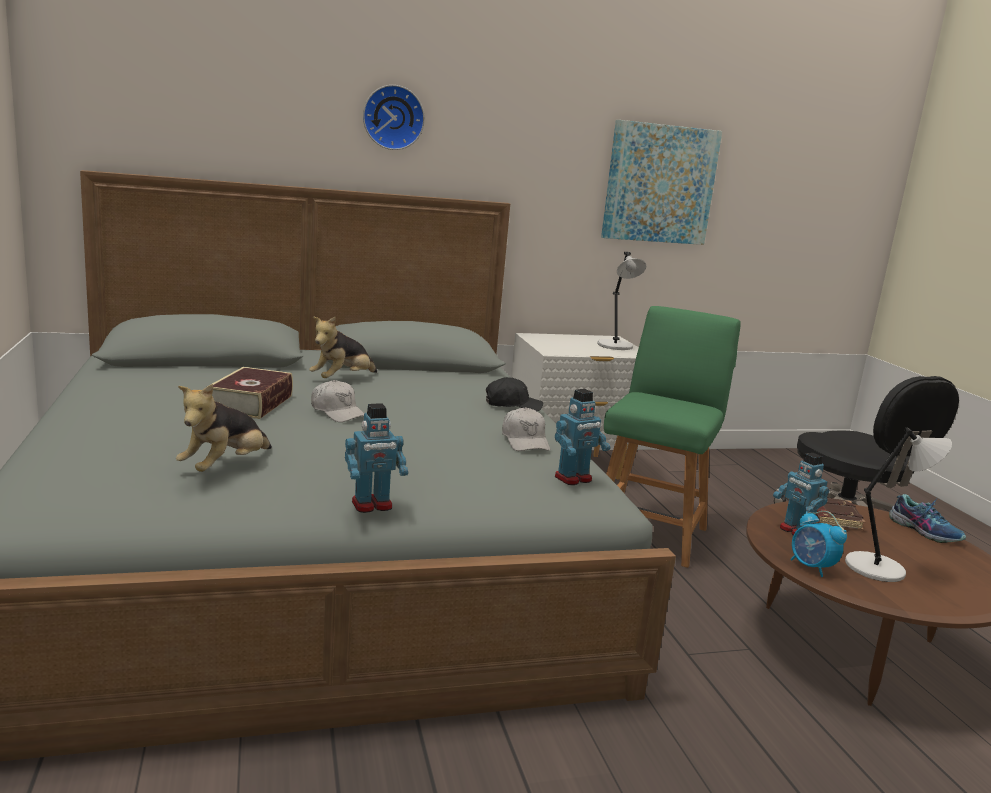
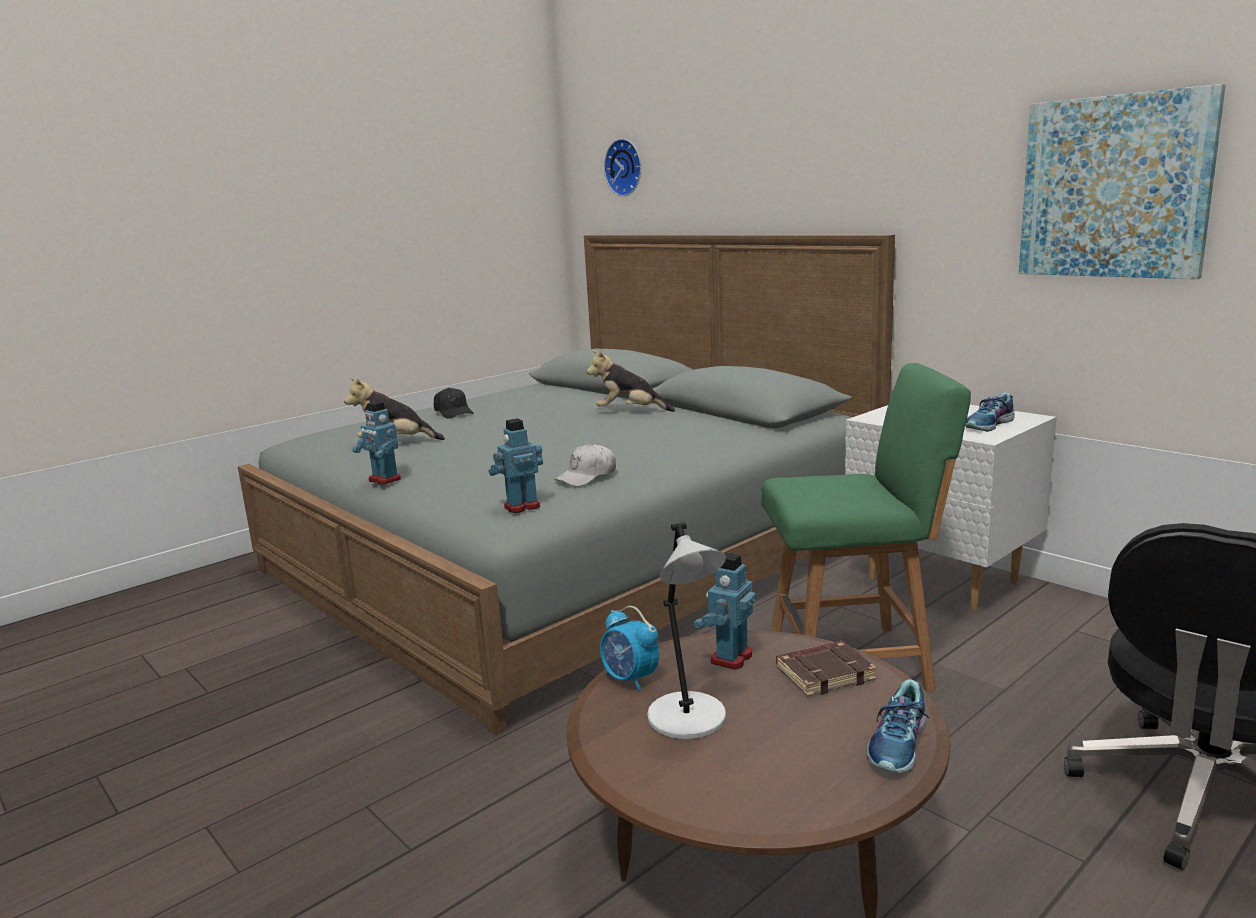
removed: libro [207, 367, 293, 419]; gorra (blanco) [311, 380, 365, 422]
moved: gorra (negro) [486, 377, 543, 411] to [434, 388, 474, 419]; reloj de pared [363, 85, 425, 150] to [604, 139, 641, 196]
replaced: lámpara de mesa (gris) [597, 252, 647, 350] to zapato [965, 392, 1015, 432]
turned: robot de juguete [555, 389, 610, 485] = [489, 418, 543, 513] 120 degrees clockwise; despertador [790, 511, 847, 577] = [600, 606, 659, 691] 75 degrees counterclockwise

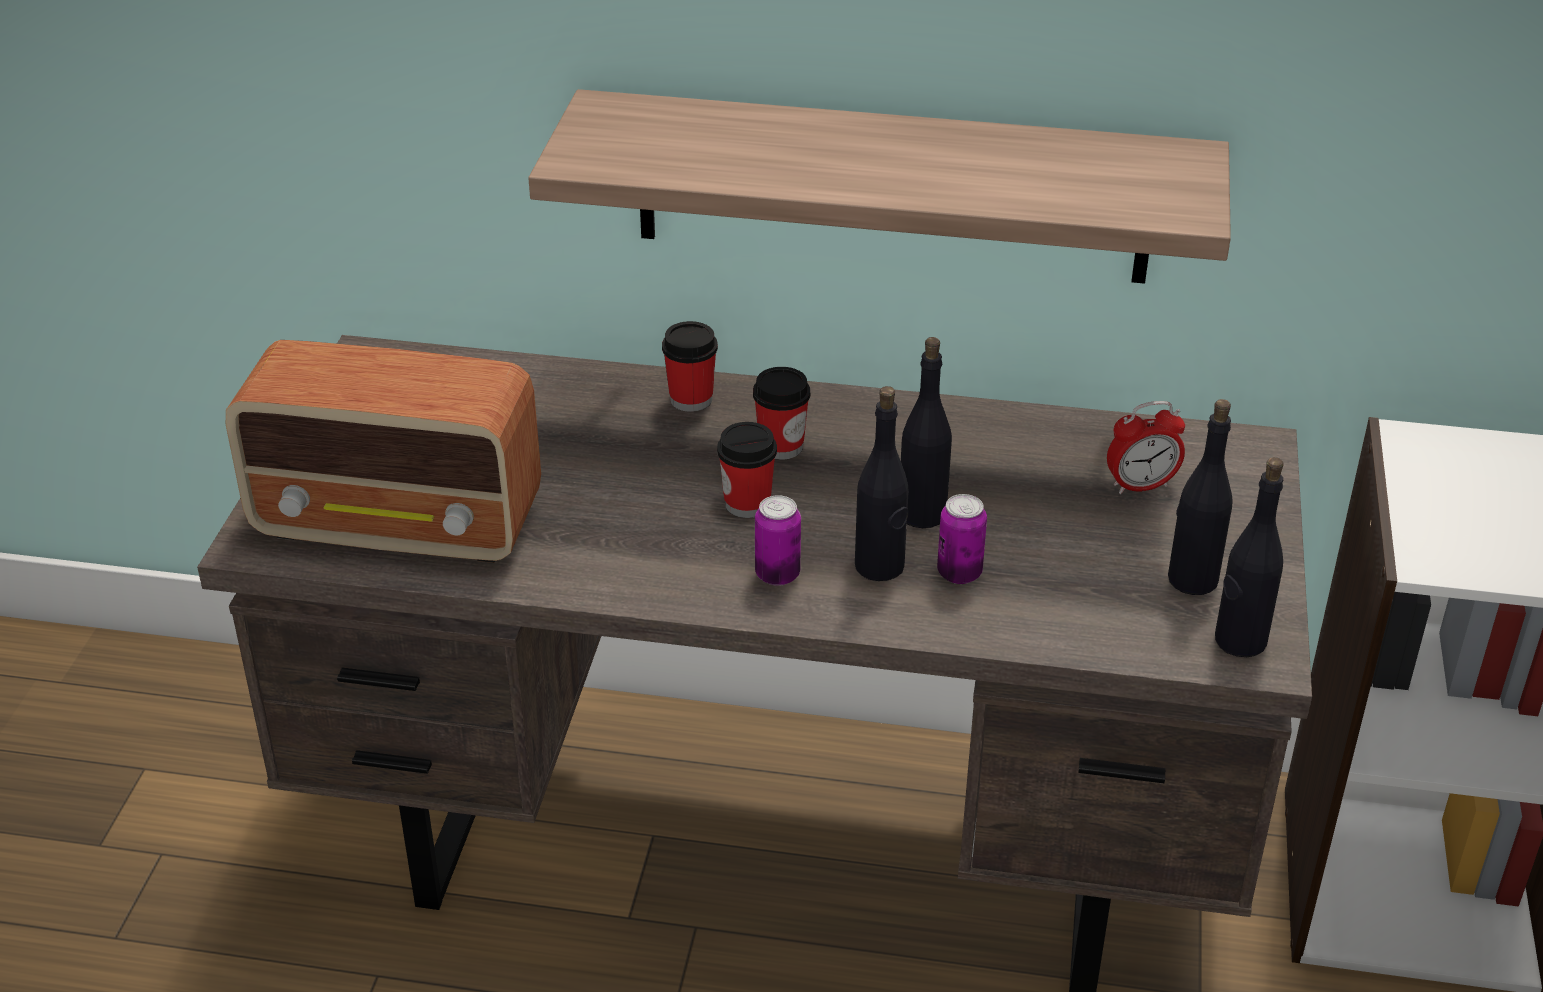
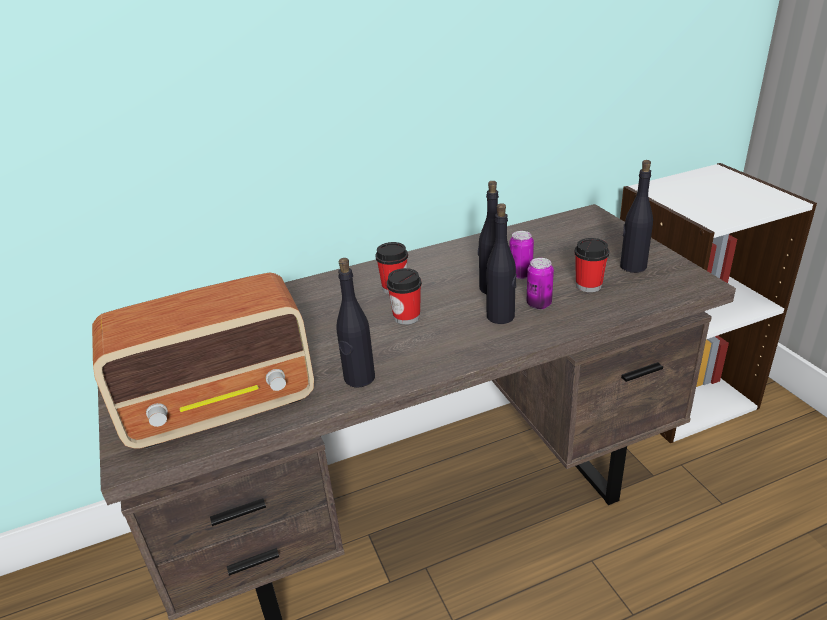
removed: estante [528, 89, 1231, 284]; despertador [1107, 401, 1185, 494]
moved: botella (negro) [1215, 457, 1284, 657] to [336, 258, 375, 388]; lata [755, 495, 801, 586] to [509, 231, 534, 279]; taza [662, 321, 718, 412] to [574, 238, 609, 292]

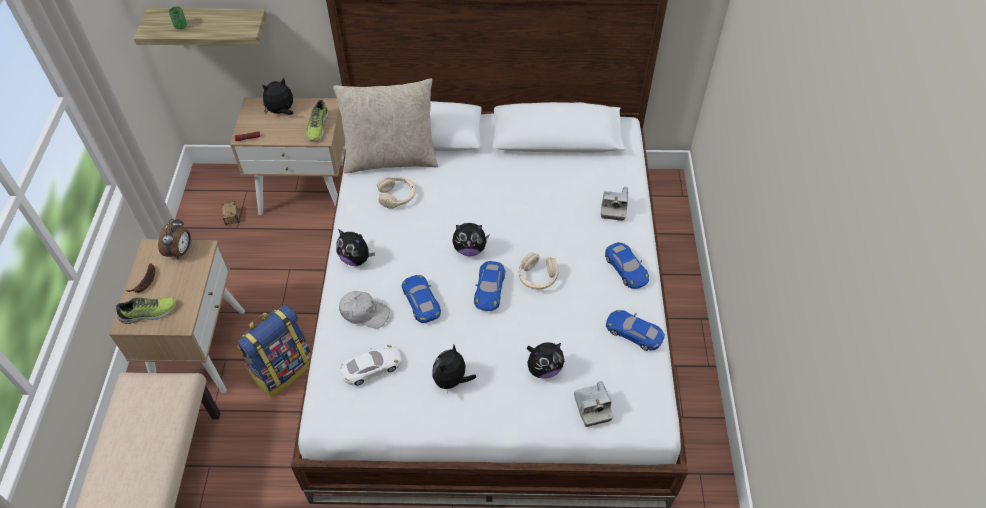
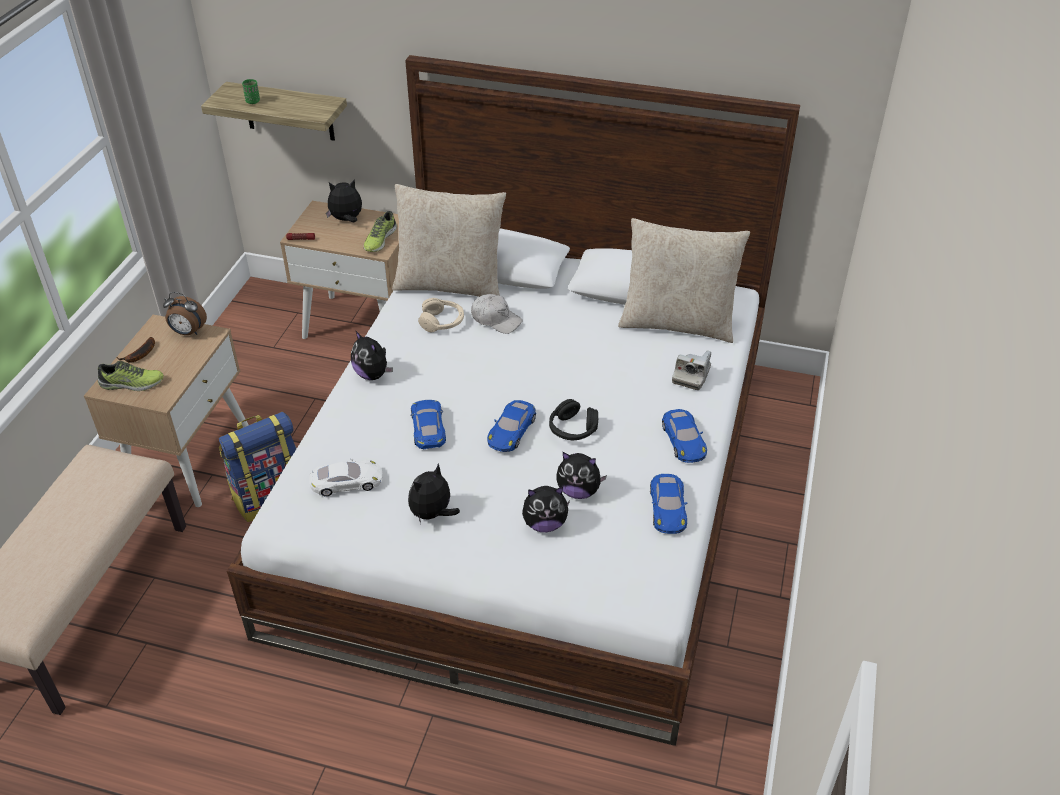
removed: caja de almacenaje [221, 201, 240, 225]; cámara [574, 381, 613, 427]
added: cojín (beis) [618, 218, 750, 343]
moved: gorra (blanco) [339, 291, 390, 328] to [471, 294, 523, 334]; peluche [452, 223, 489, 256] to [556, 452, 607, 499]
recoloured: auriculares (beis) [519, 252, 559, 290] to auriculares (negro) [549, 399, 599, 440]
turned: despertador [158, 218, 191, 259] = [163, 292, 207, 335] 75 degrees clockwise; coche de juguete (azul) [606, 310, 665, 351] = [650, 474, 687, 534] 135 degrees counterclockwise

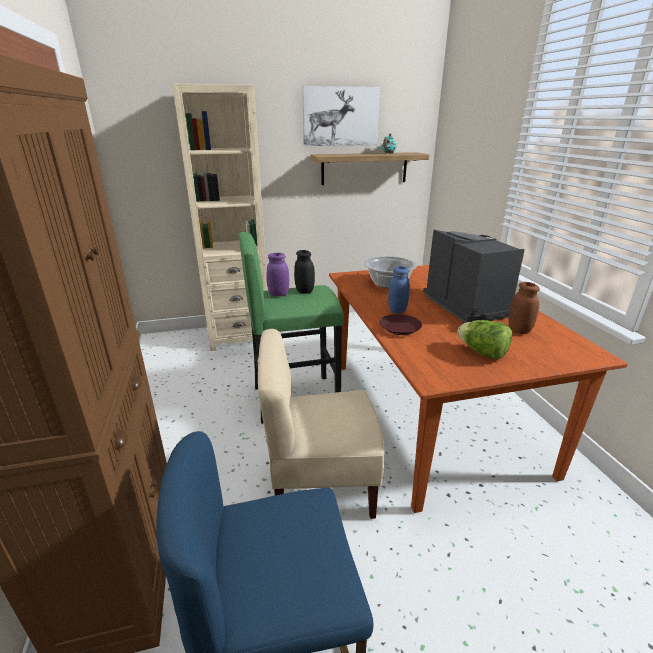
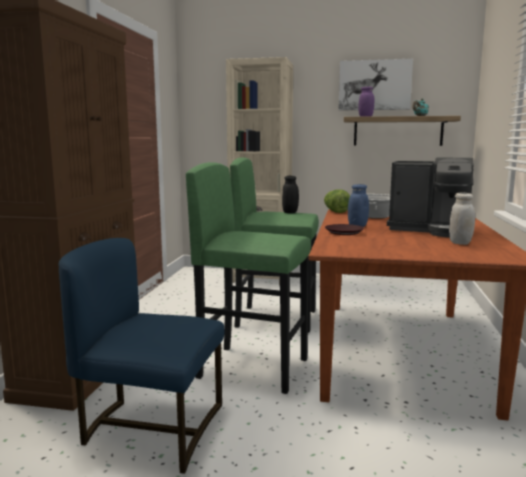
moved: lechuga [457, 320, 512, 360] to [324, 189, 350, 213]; tarro (morado) [266, 253, 289, 297] to [358, 87, 374, 117]
replaced: silla (beis) [257, 329, 384, 519] to taburete (verde) [186, 162, 311, 394]
recoloured: tarro (marrón) [508, 282, 540, 334] to tarro (blanco) [449, 193, 475, 245]
turned: cafetera [423, 230, 525, 323] = [387, 157, 474, 238] 105 degrees clockwise

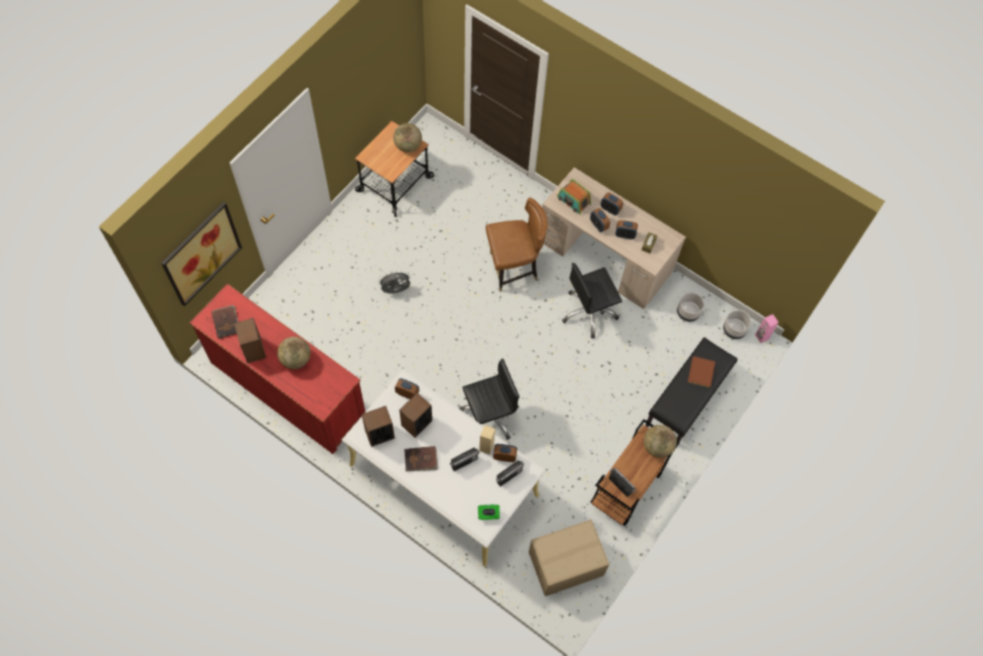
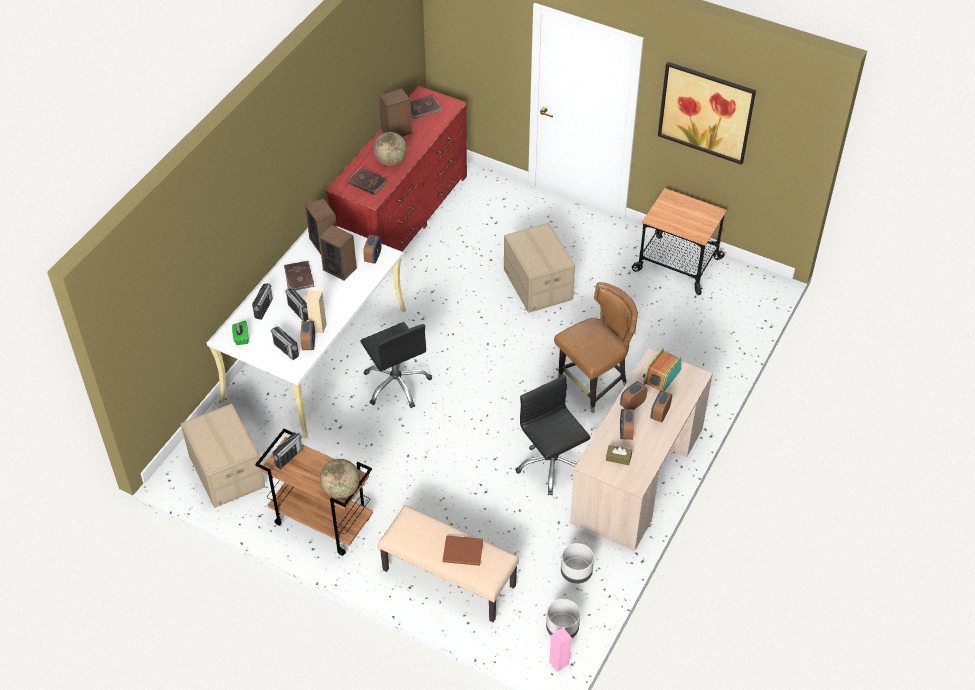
removed: globo terráqueo [393, 123, 422, 152]
added: radio [252, 283, 273, 320]; libro (marrón) [348, 167, 387, 195]
moved: cuadro [161, 202, 242, 306] to [658, 62, 756, 165]
replaced: ventilador (gris) [378, 271, 411, 293] to caja de cartón [504, 223, 575, 313]
recoloured: banco (negro) [645, 337, 738, 442] to banco (beis) [378, 505, 519, 622]
turned: silla (marrón) [486, 197, 548, 292] = [554, 282, 638, 413] 105 degrees counterclockwise

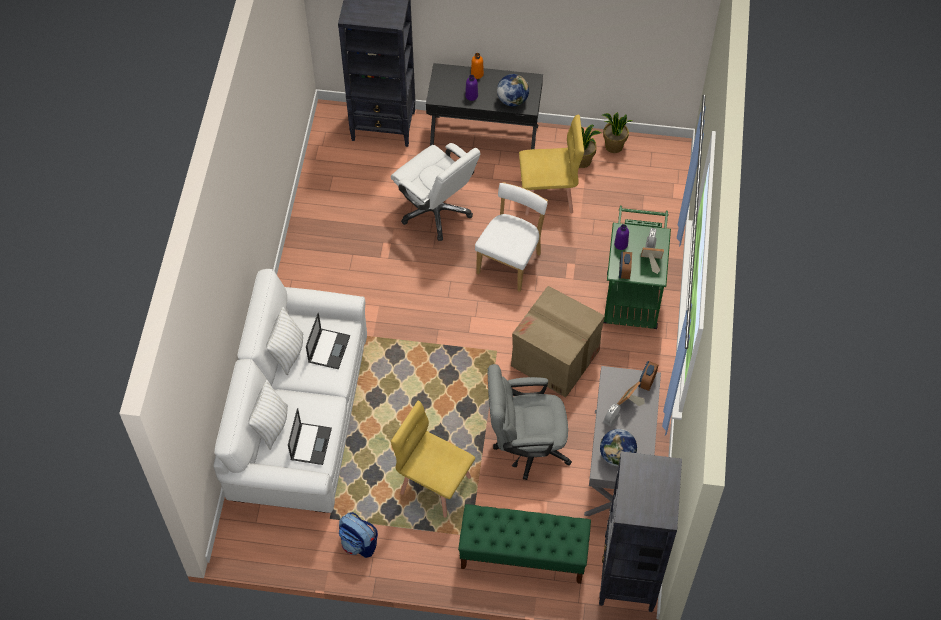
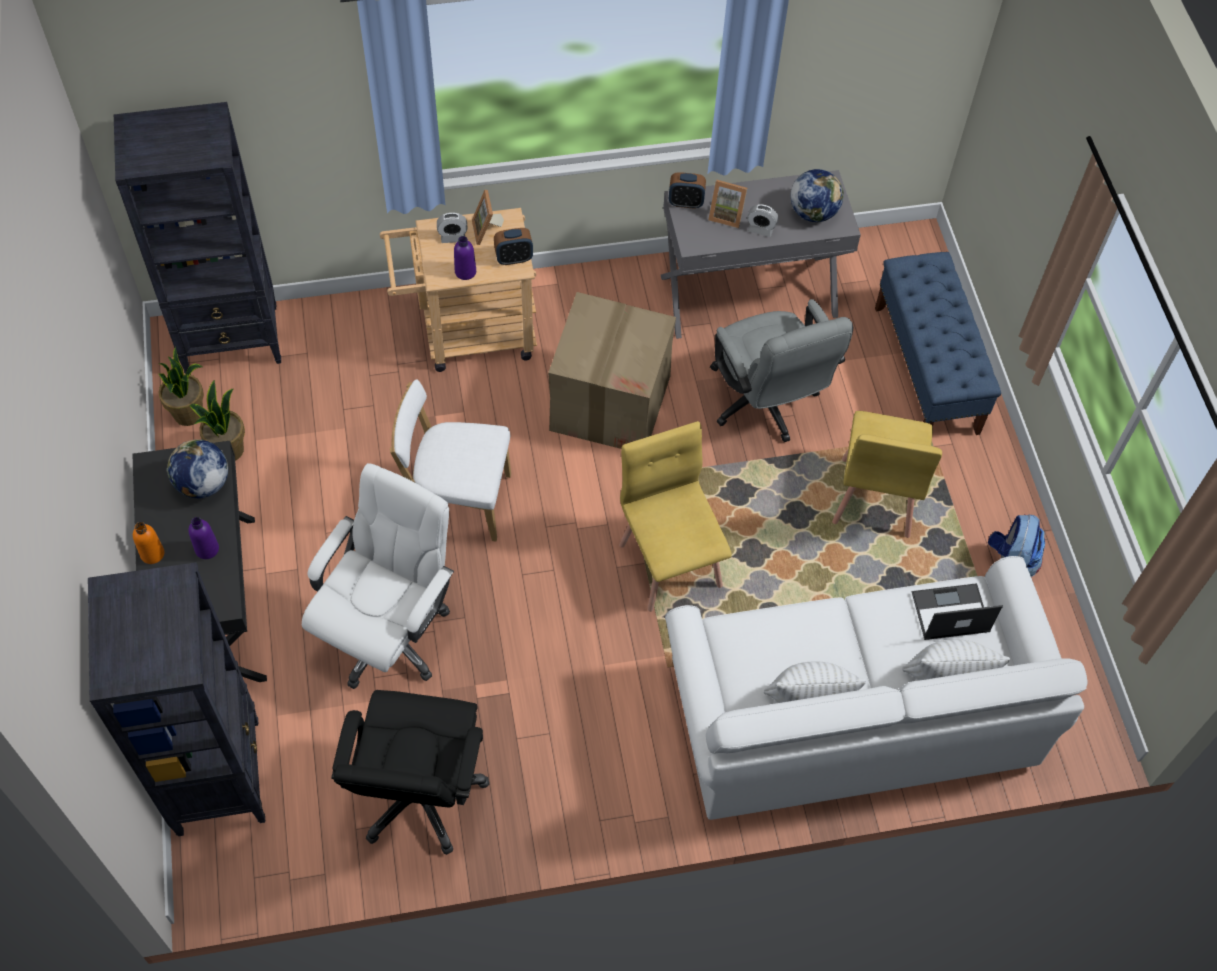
removed: portátil [306, 313, 350, 369]
added: silla de oficina (negro) [331, 690, 489, 855]
moved: estantería (negro) [599, 451, 682, 612] to [114, 102, 281, 375]; silla (amarillo) [519, 115, 584, 216] to [619, 421, 732, 612]
recoloured: carrito (verde) [604, 206, 671, 329] to carrito (beis) [380, 208, 537, 372]; banco (verde) [458, 504, 591, 584] to banco (azul) [875, 252, 1001, 435]

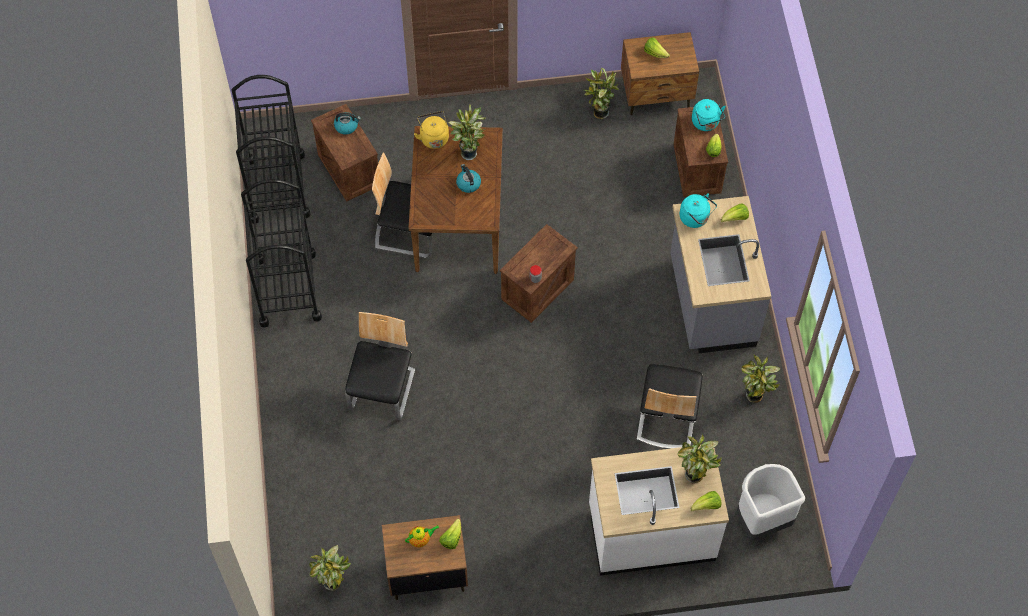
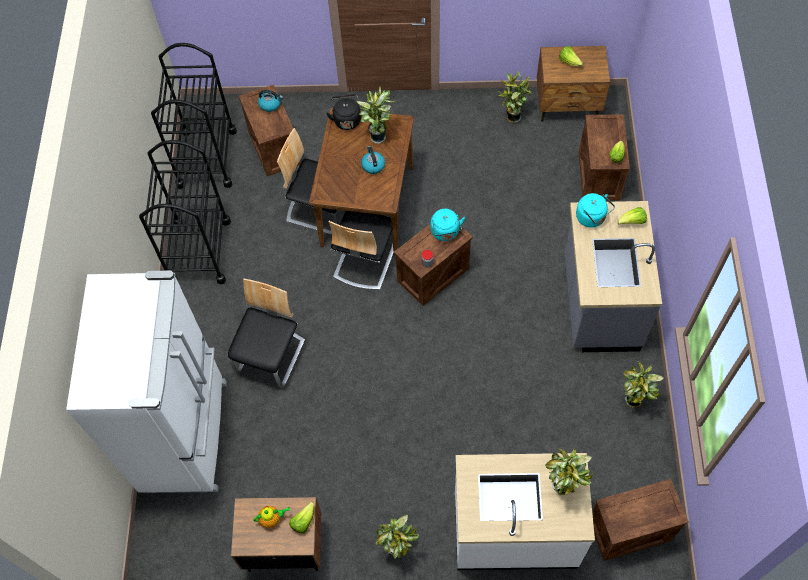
removed: lechuga [690, 491, 722, 511]
added: nevera (blanco) [66, 271, 227, 493]
moved: silla [637, 364, 703, 449] to [328, 211, 394, 290]; planta en maceta [309, 545, 351, 591] to [376, 515, 419, 559]; hervidor (turquesa) [692, 99, 726, 131] to [431, 209, 465, 241]
replaced: papelera (blanco) [737, 464, 805, 540] to caja de embalaje [592, 479, 689, 561]
recoloured: hervidor (amarillo) [414, 111, 449, 149] to hervidor (negro) [326, 94, 361, 130]

